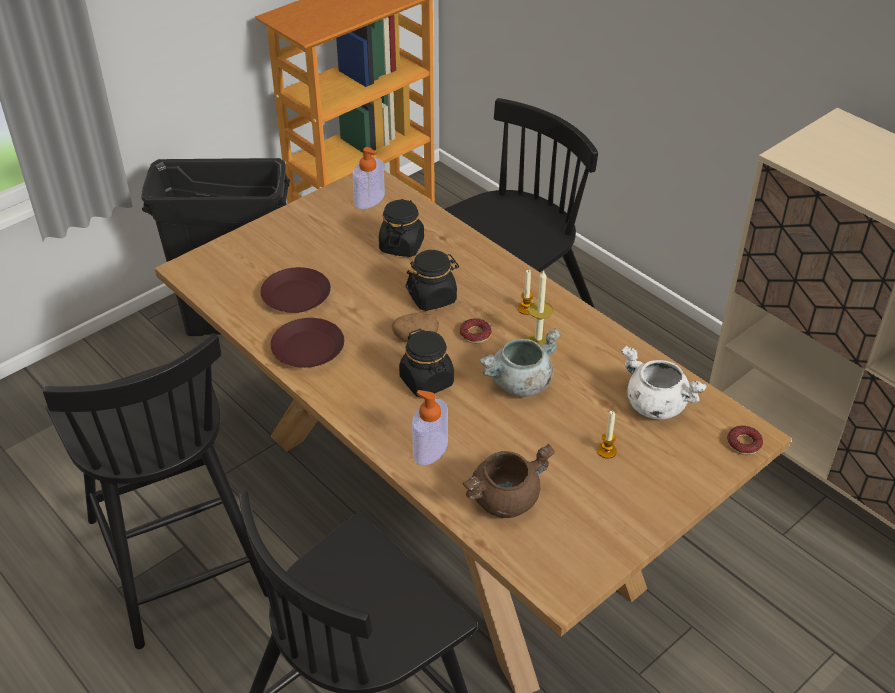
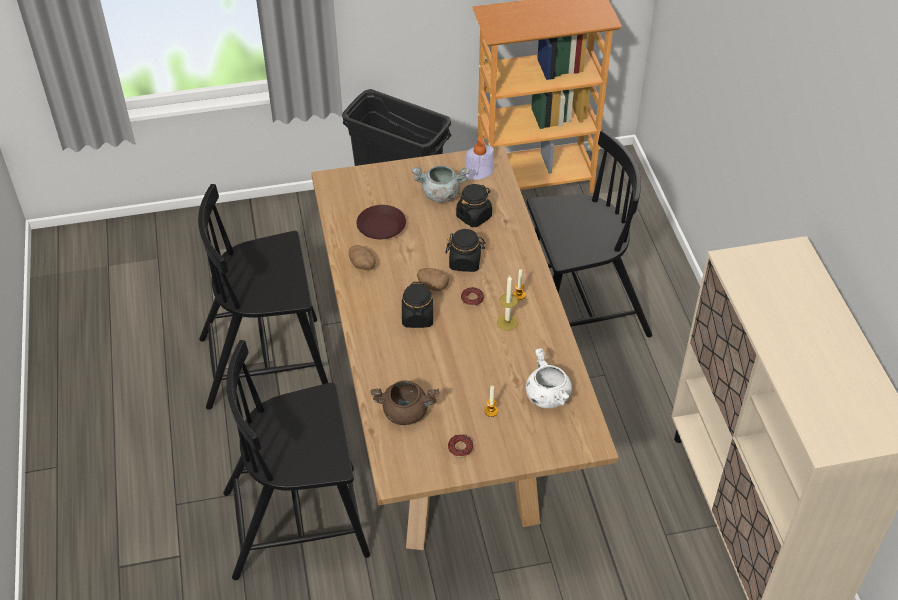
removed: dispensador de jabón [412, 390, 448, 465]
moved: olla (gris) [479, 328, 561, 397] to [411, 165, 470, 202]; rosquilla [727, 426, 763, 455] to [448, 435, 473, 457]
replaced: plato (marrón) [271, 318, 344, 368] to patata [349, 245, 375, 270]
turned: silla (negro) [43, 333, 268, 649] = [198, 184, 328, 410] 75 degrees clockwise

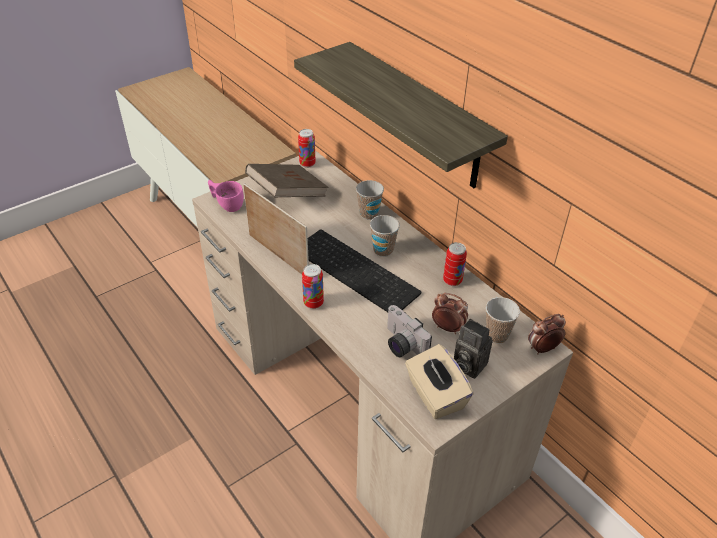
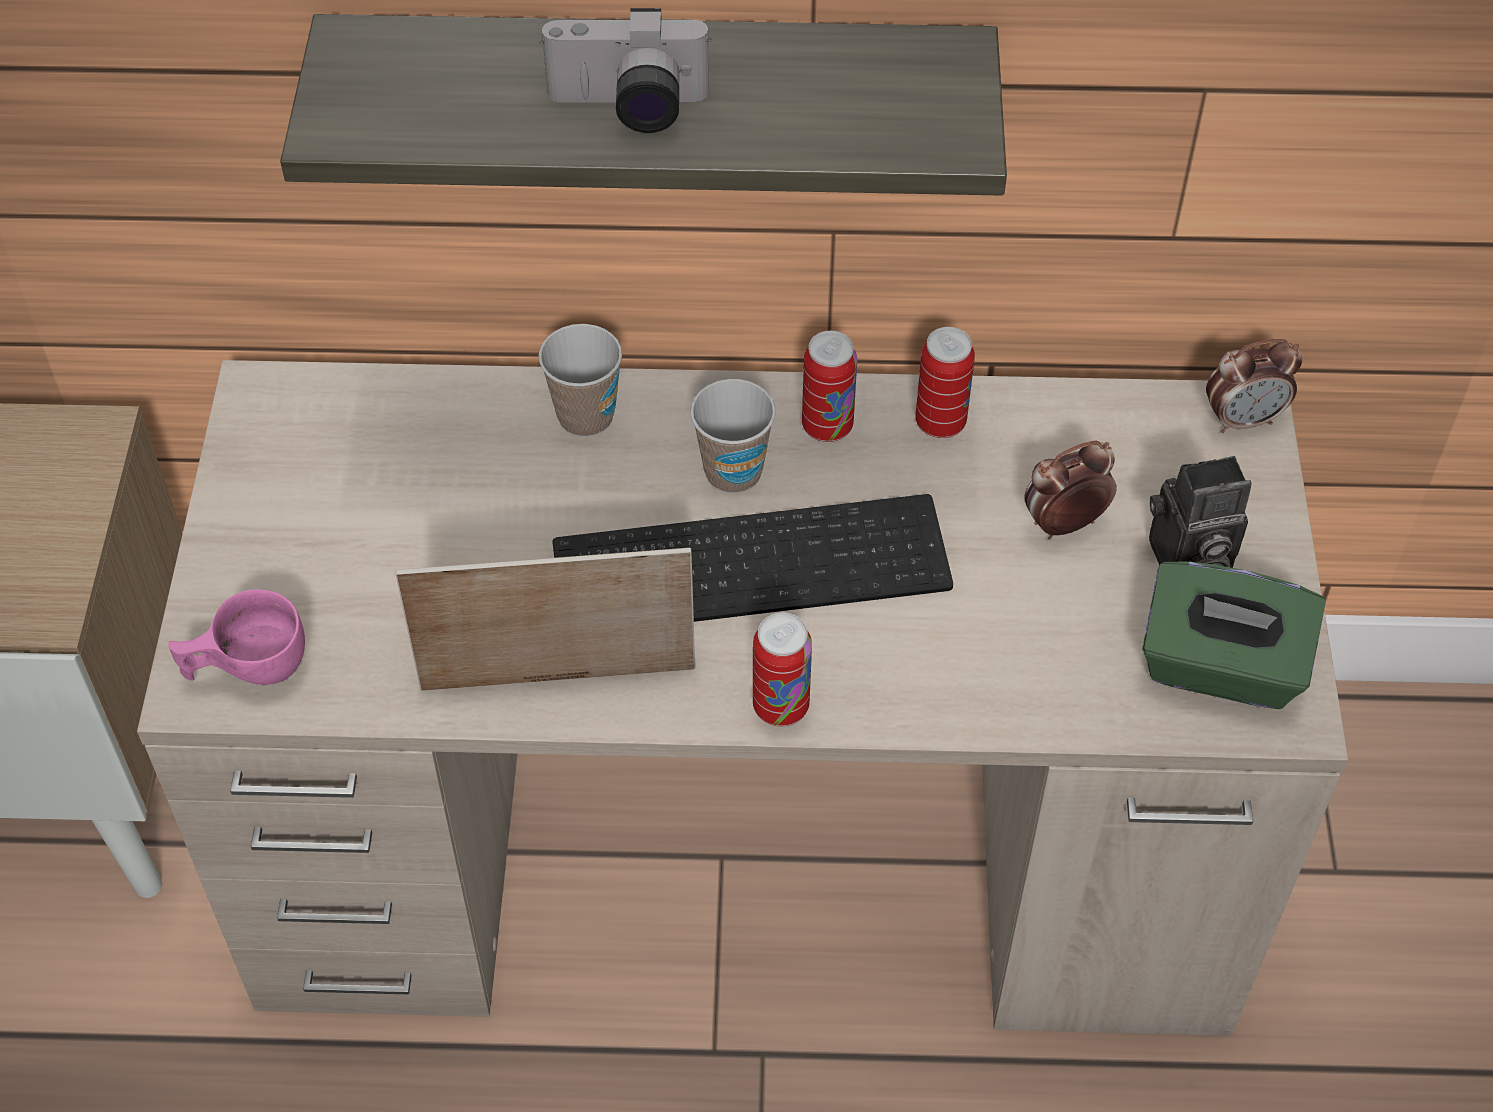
removed: libro (marrón) [245, 164, 329, 197]; taza [486, 297, 520, 344]
moved: cámara [387, 305, 432, 357] to [539, 8, 712, 133]; lata [298, 129, 316, 168] to [802, 331, 857, 442]
recoloured: caja de pañuelos (beis) [405, 344, 474, 419] to caja de pañuelos (verde) [1142, 561, 1326, 709]
turned: despertador [528, 314, 566, 355] = [1206, 339, 1302, 433] 120 degrees counterclockwise

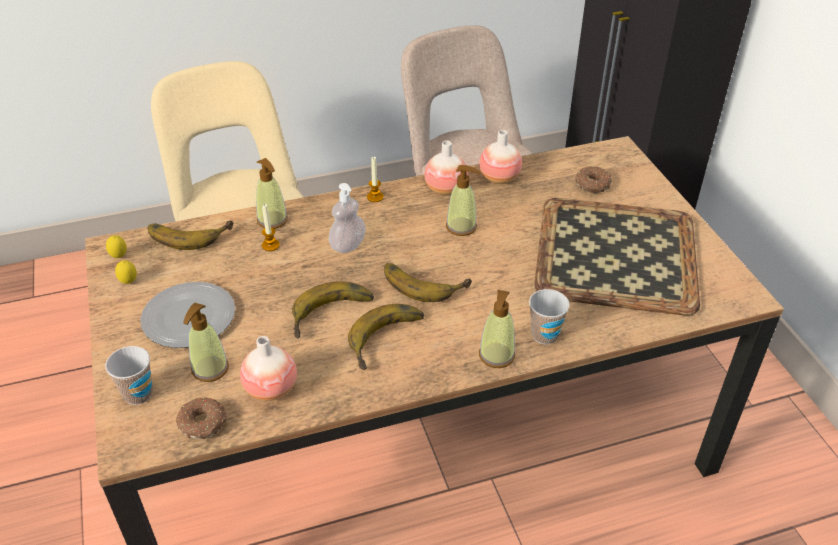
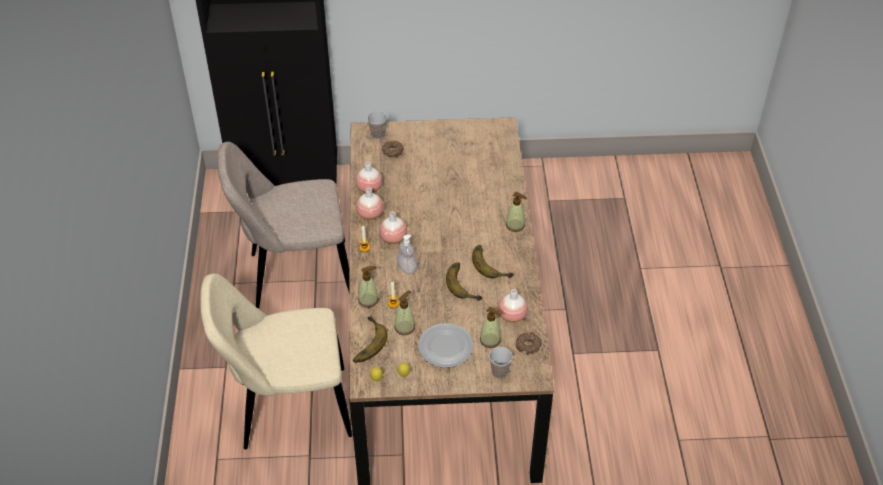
removed: plátano [384, 263, 472, 302]; bandeja [534, 198, 700, 315]
added: florero [379, 212, 407, 244]
moved: taza [529, 289, 570, 344] to [367, 111, 387, 139]; dispensador de jabón [446, 165, 481, 236] to [395, 291, 415, 335]

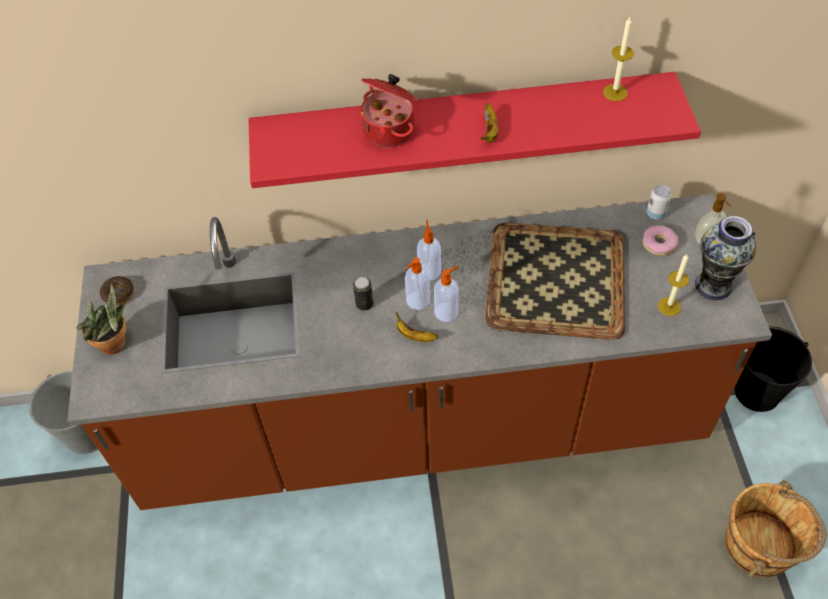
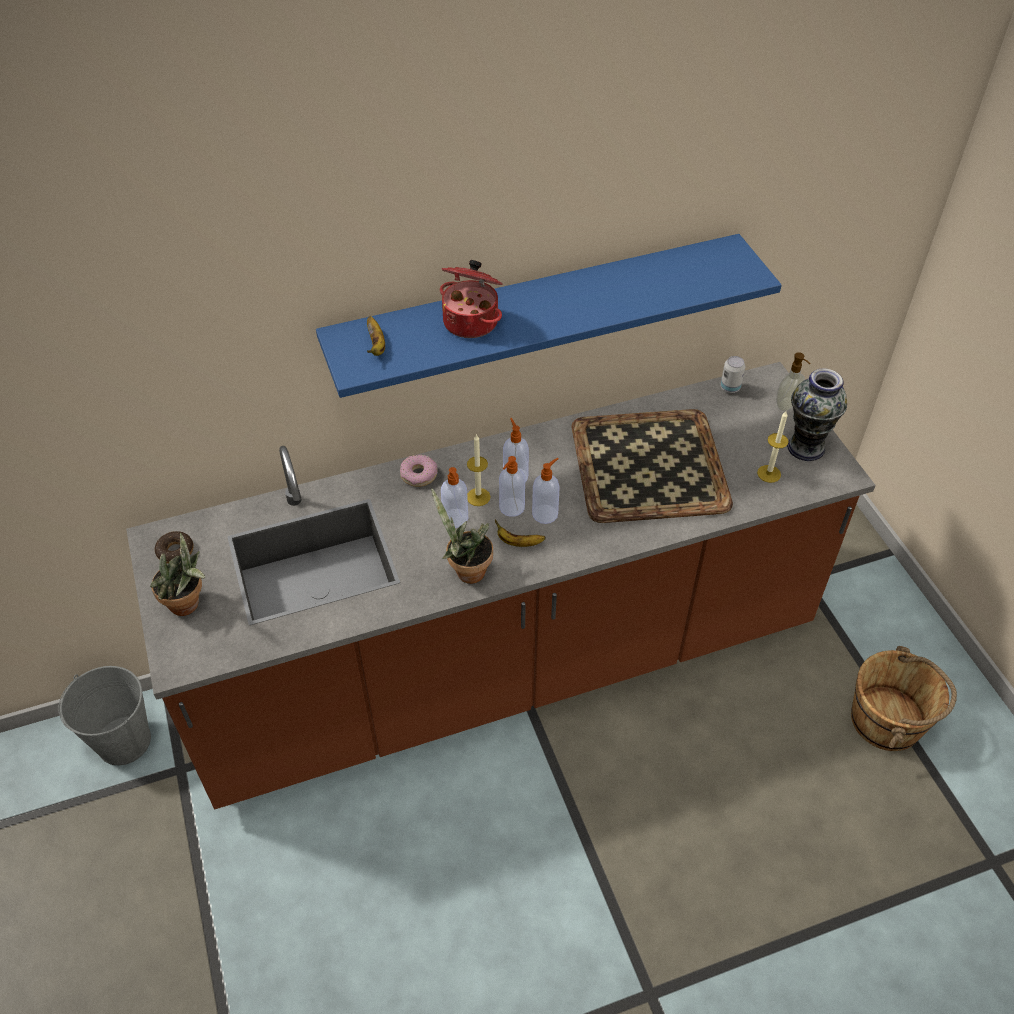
removed: cubo (negro) [735, 327, 812, 412]
added: planta en maceta [431, 488, 493, 584]
moved: plátano [481, 103, 498, 143] to [367, 316, 385, 356]; rosquilla [642, 225, 678, 256] to [400, 455, 437, 487]; vela [603, 17, 634, 101] to [467, 434, 491, 506]
replaced: lata [353, 277, 374, 311] to dispensador de jabón [441, 467, 468, 528]
recoloured: estante (rojo) [248, 72, 701, 188] to estante (azul) [316, 234, 782, 398]

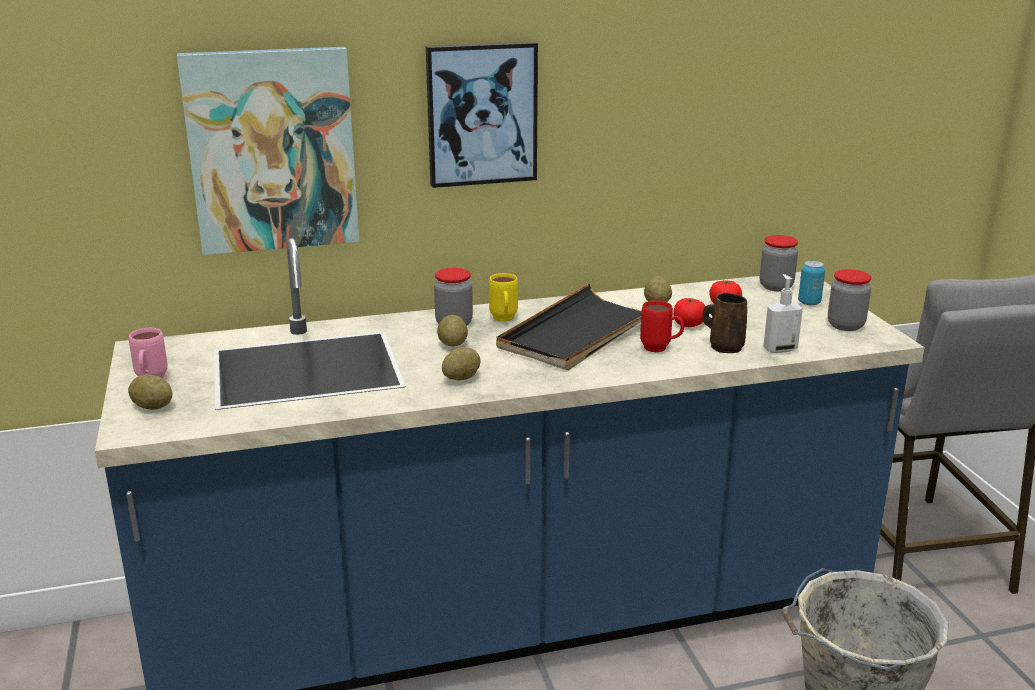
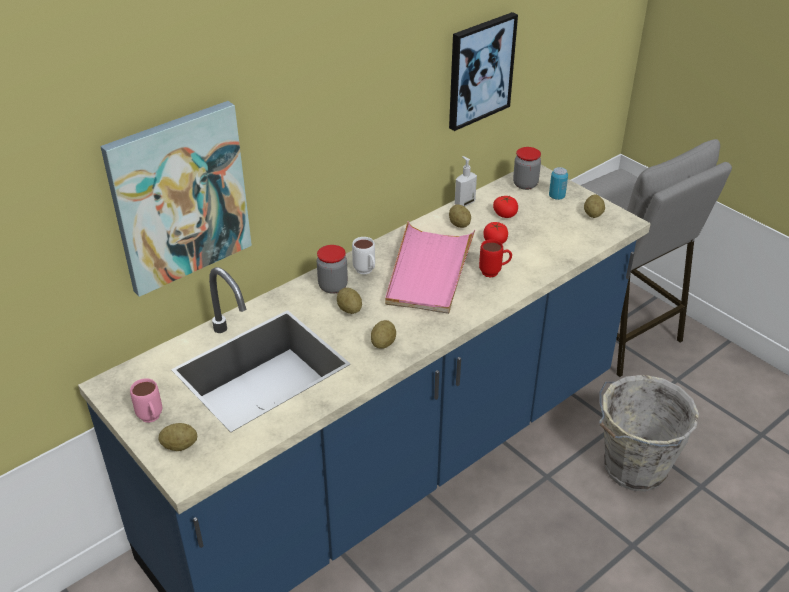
removed: taza grande (marrón) [702, 293, 747, 353]
moved: cuadro [426, 42, 538, 188] to [449, 12, 518, 131]; dispensador de jabón [763, 274, 803, 353] to [455, 156, 477, 207]
replaced: tarro [828, 269, 872, 331] to patata [584, 194, 605, 218]
recoloured: taza grande (amarillo) [489, 273, 518, 322] to taza grande (blanco) [352, 237, 375, 275]; bandeja (negro) [496, 284, 642, 371] to bandeja (rosa) [385, 221, 475, 314]

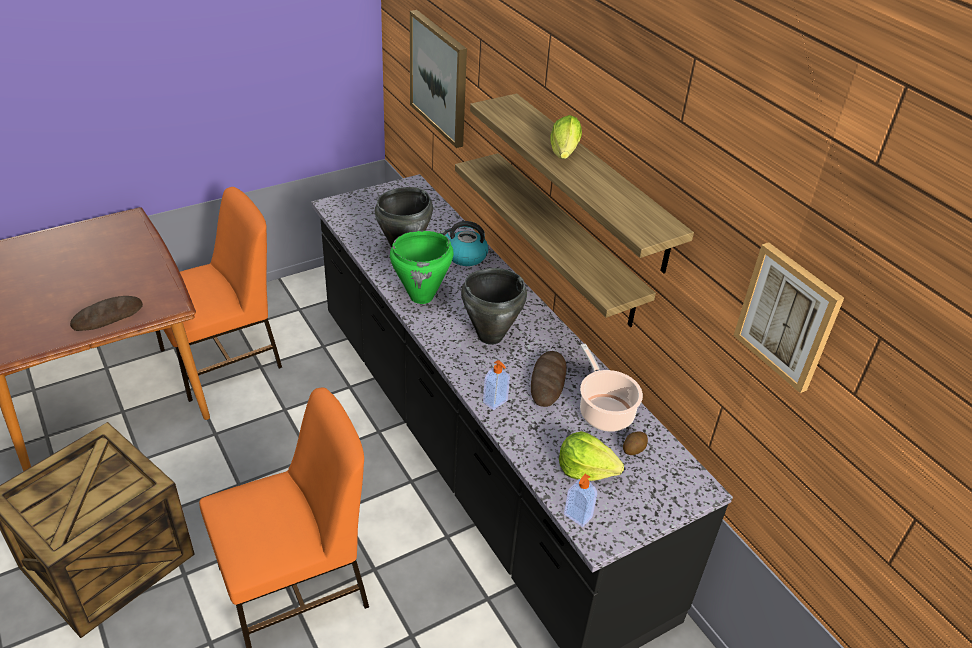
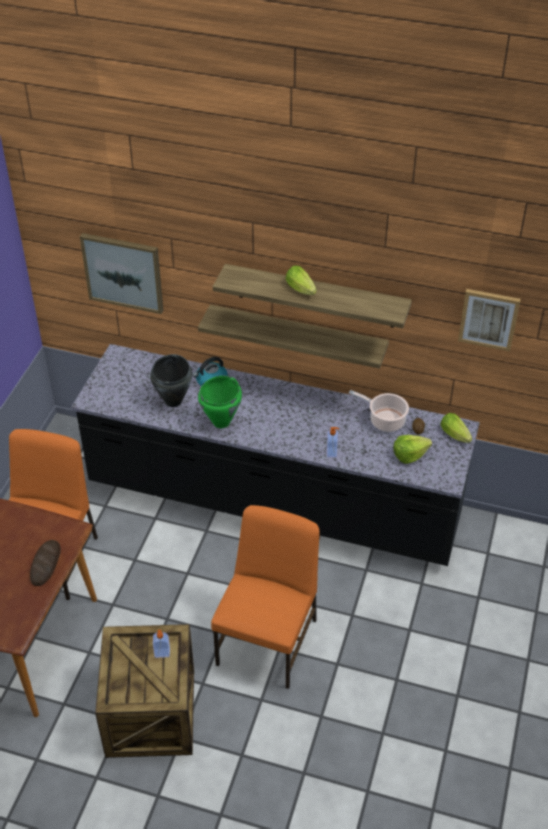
removed: olla (negro) [461, 268, 527, 345]; pan [531, 351, 567, 407]
added: lechuga [440, 413, 473, 443]
moved: dispensador de jabón [564, 474, 597, 527] to [153, 630, 170, 658]

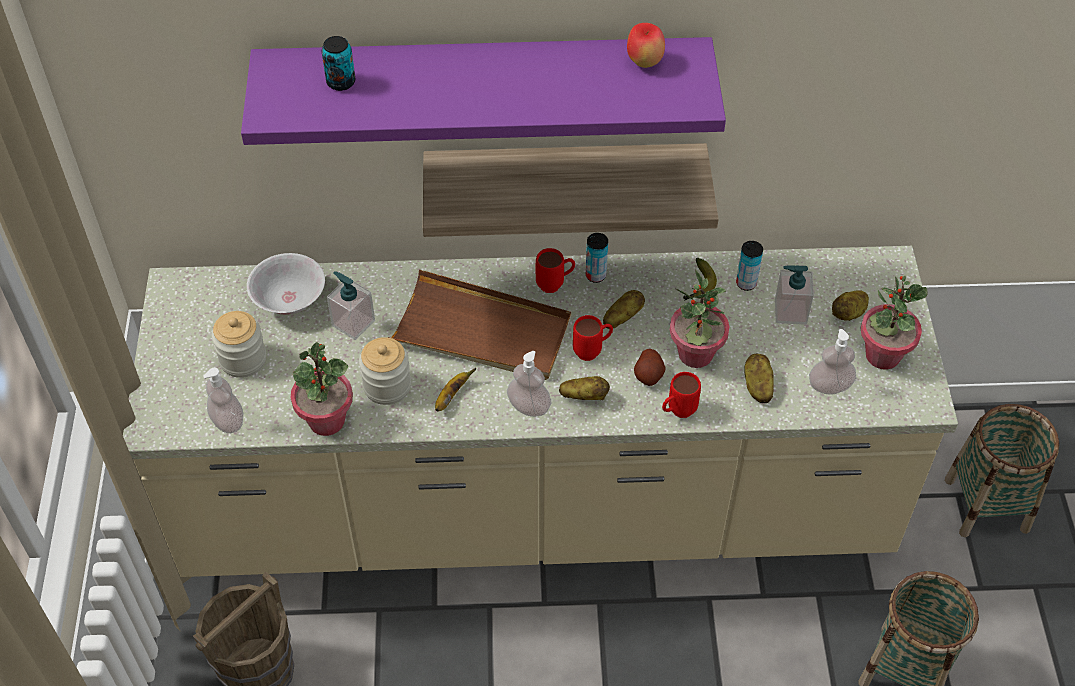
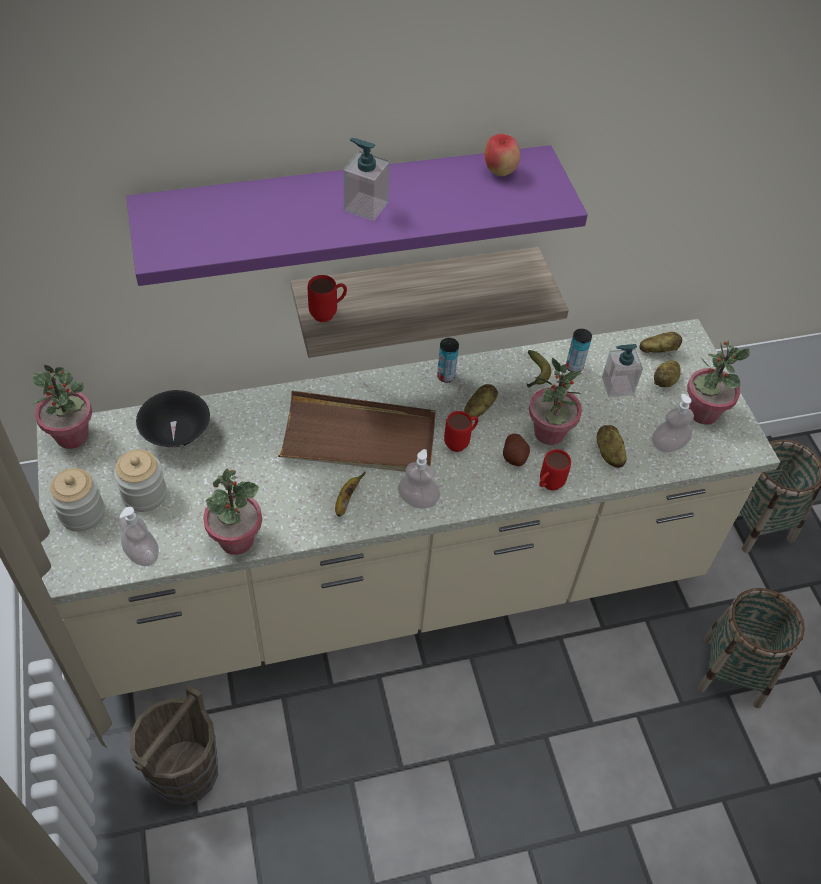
removed: lata [322, 36, 355, 91]
added: planta en maceta [33, 365, 92, 449]
moved: tarro [359, 337, 411, 405] to [49, 468, 105, 531]; taza grande (rojo) [536, 248, 575, 293] to [308, 275, 347, 322]; dispensador de jabón [327, 271, 375, 340] to [343, 138, 390, 221]; patata [559, 376, 610, 400] to [639, 332, 682, 353]
recoloured: cuenco (blanco) [247, 253, 325, 315] to cuenco (negro) [136, 390, 210, 448]

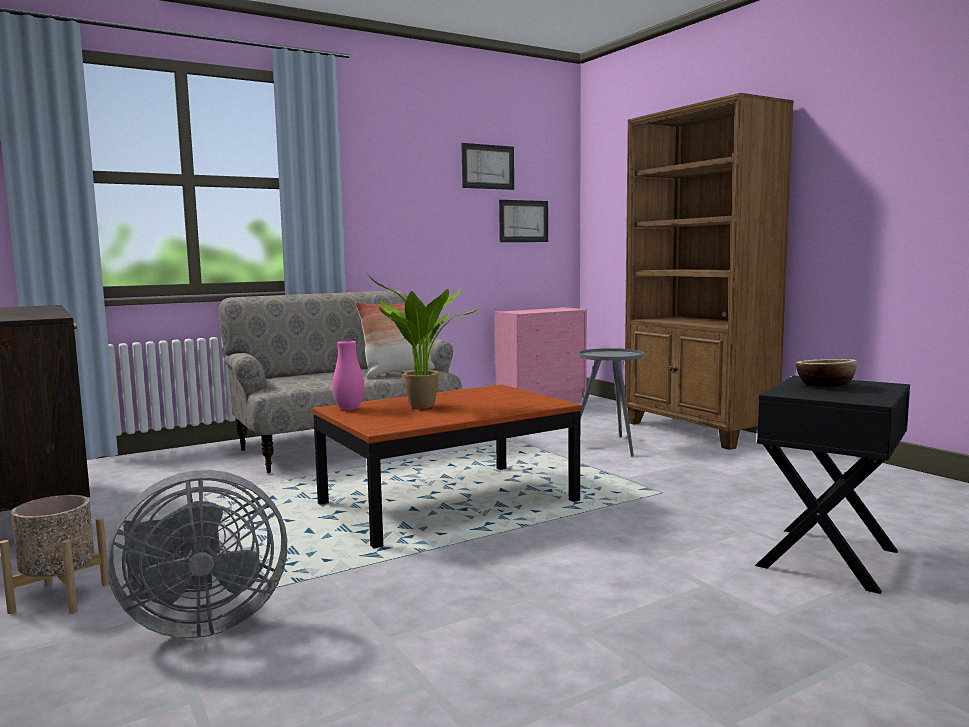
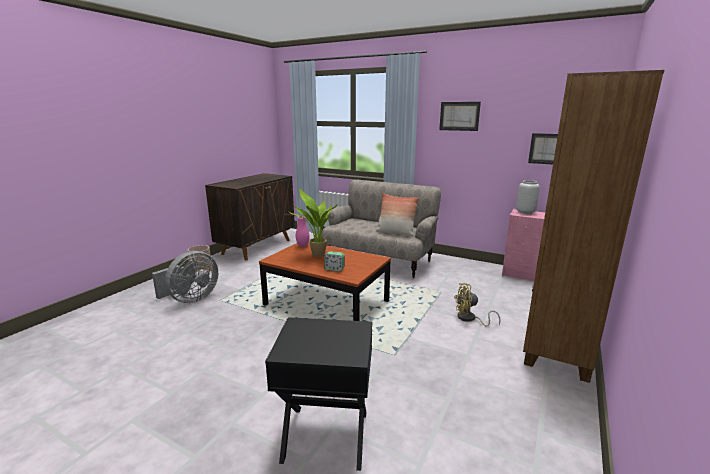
removed: cuenco [796, 359, 857, 387]
added: despertador [324, 251, 344, 271]; florero (gris) [516, 180, 540, 214]
moved: cuadro [461, 143, 514, 190] to [439, 102, 481, 131]
replaced: mesa auxiliar (gris) [579, 348, 644, 456] to ventilador (amarillo) [454, 283, 501, 327]
turned: ventilador (gris) [106, 470, 287, 638] = [152, 251, 218, 303] 90 degrees counterclockwise

